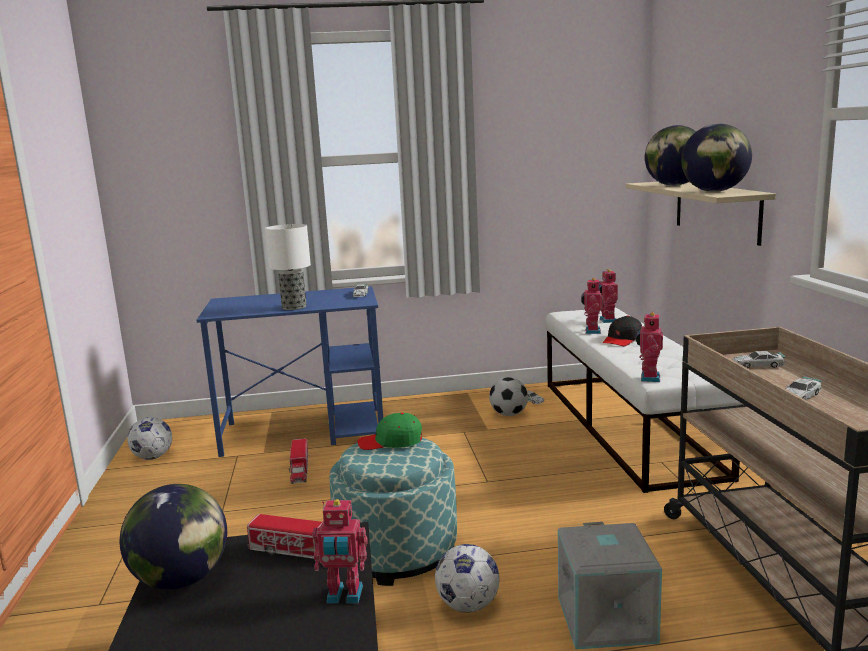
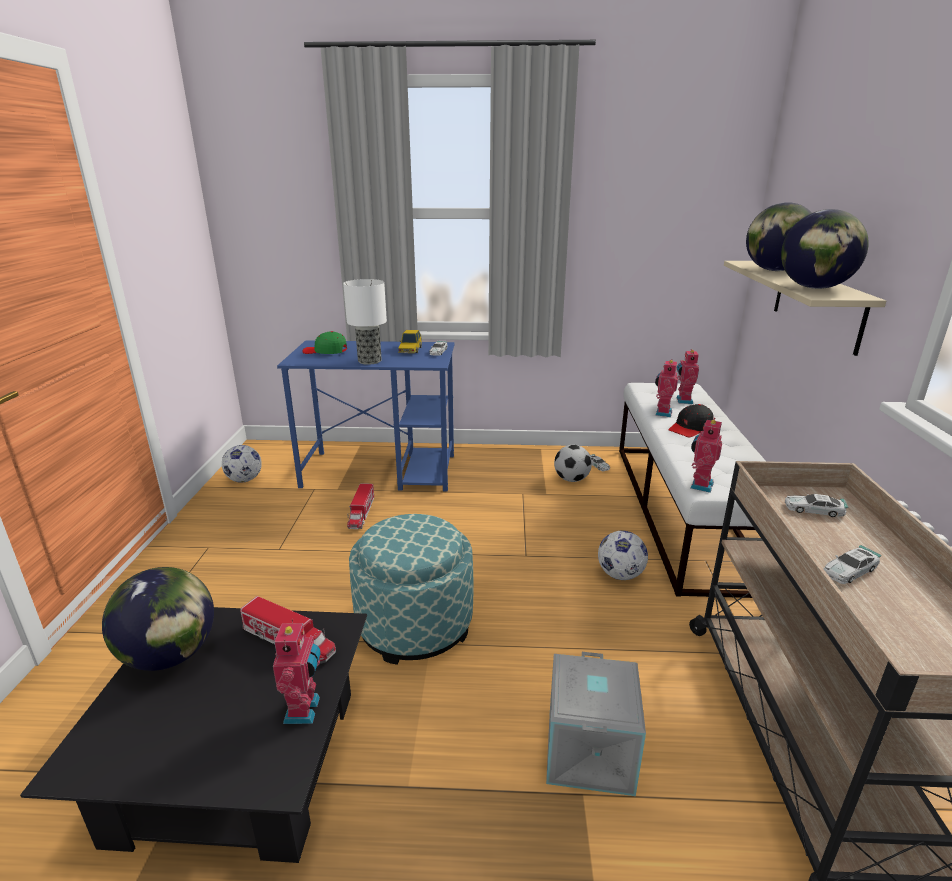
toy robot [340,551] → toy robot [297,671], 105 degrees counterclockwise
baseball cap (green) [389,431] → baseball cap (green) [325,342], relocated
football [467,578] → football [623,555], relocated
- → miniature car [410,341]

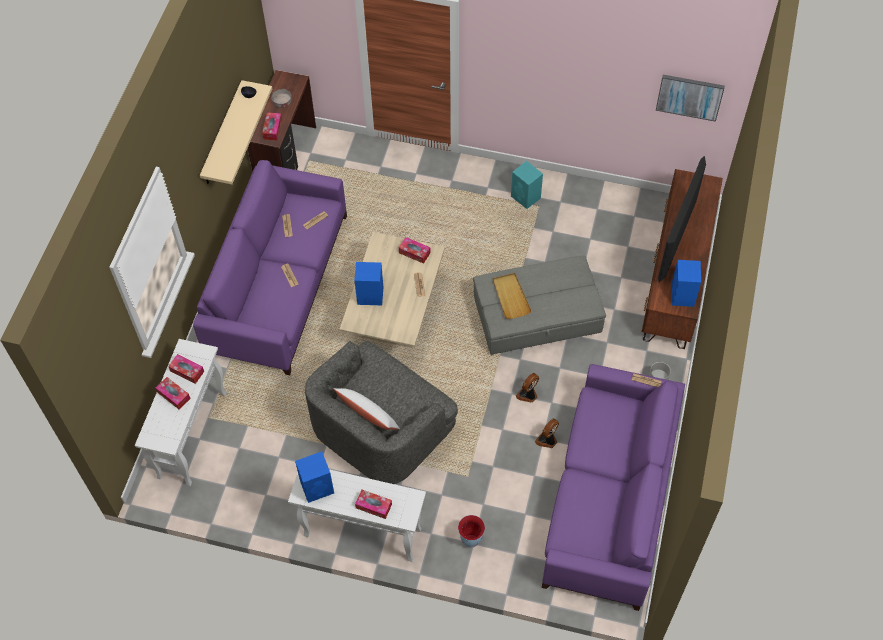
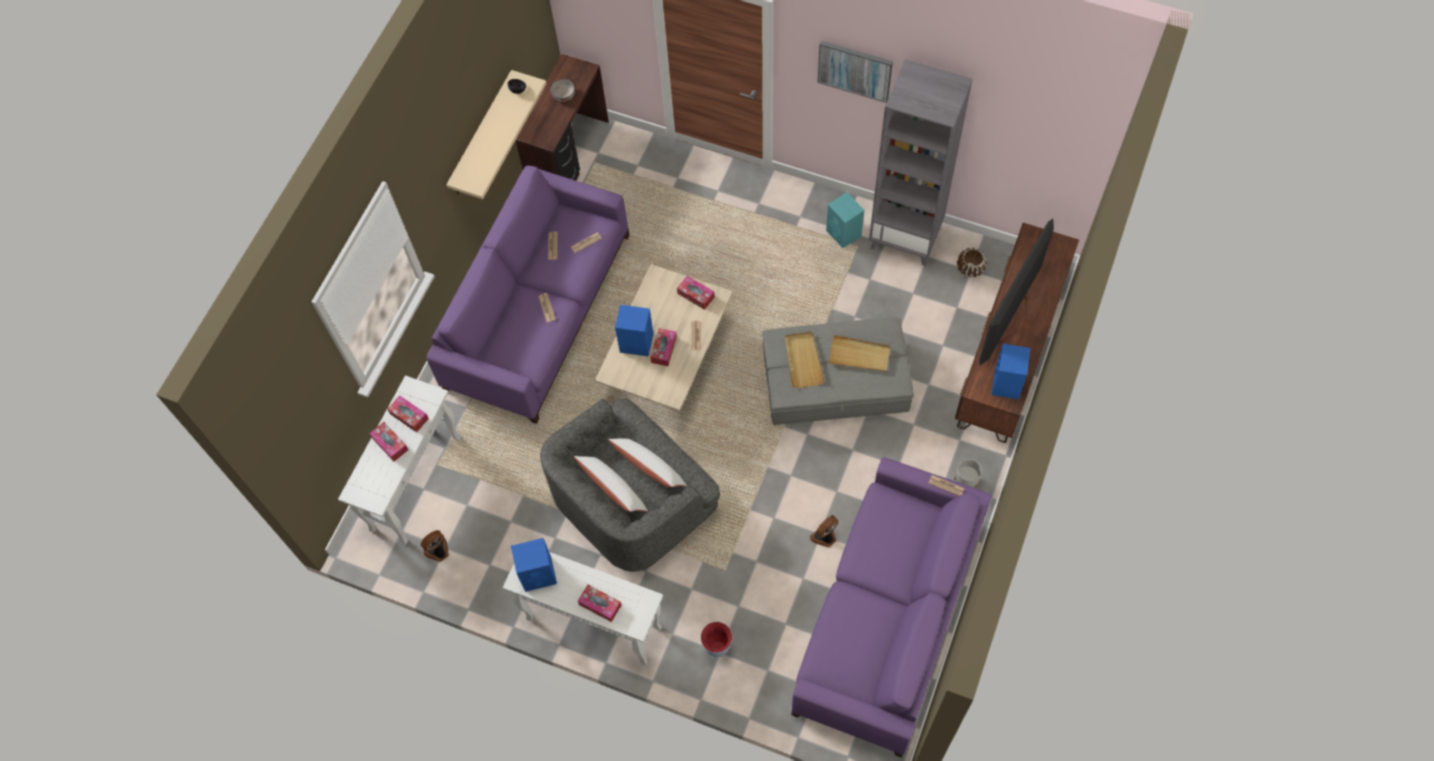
box of tissues [272,126] → box of tissues [663,347], relocated
fan [527,388] → fan [435,546], relocated
picture [690,98] → picture [855,72], relocated
- → pillow (whitish) [647,462]
- → carrying tray (sand-coloured) [859,354]
- → bookcase (greyish) [920,162]
- → plant pot (brown) [972,262]

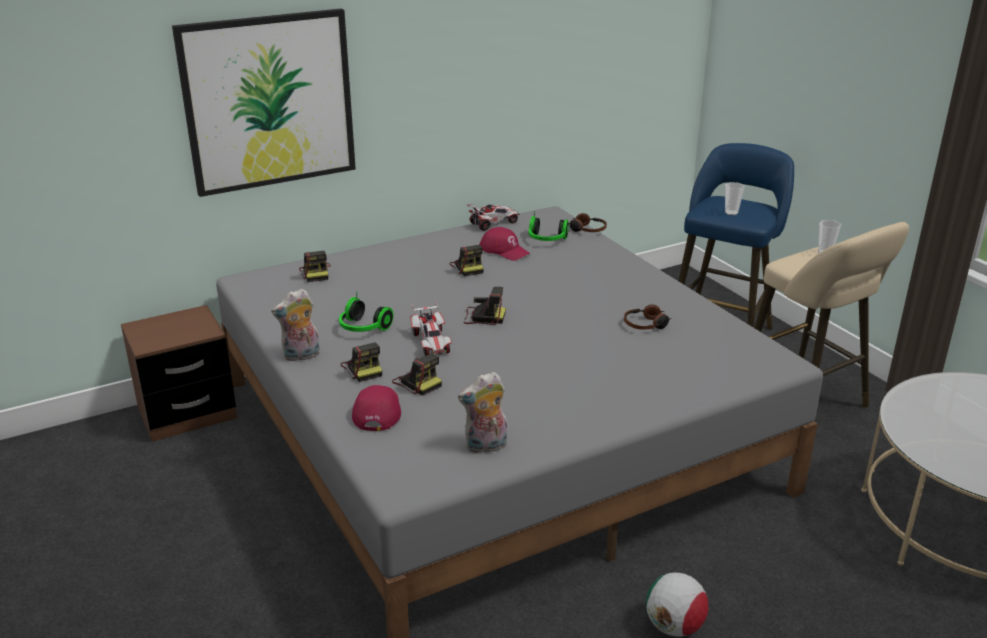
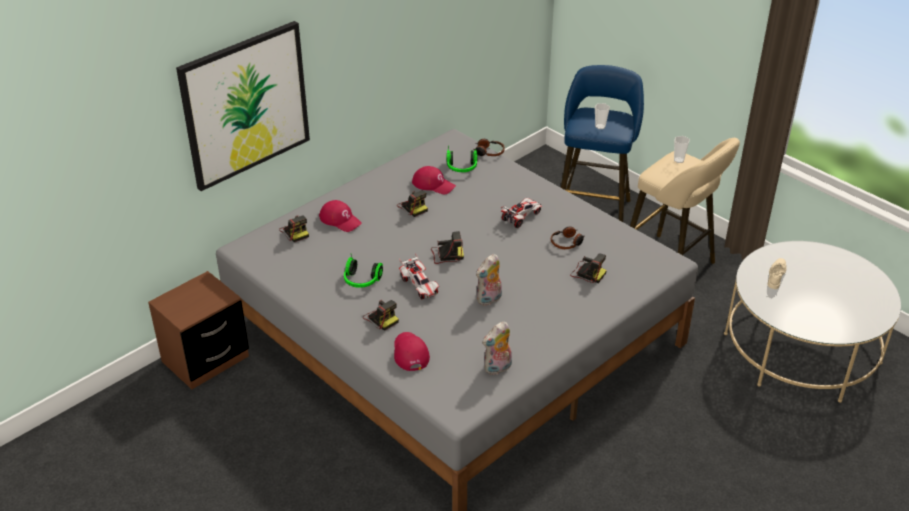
cuddly toy [296,325] → cuddly toy [489,280], relocated
still camera [417,374] → still camera [588,268], relocated
miniature car [493,217] → miniature car [521,213], relocated
football [677,604] → -
- → baseball cap (reddish) [340,216]
- → shoe (sand-coloured) [777,273]

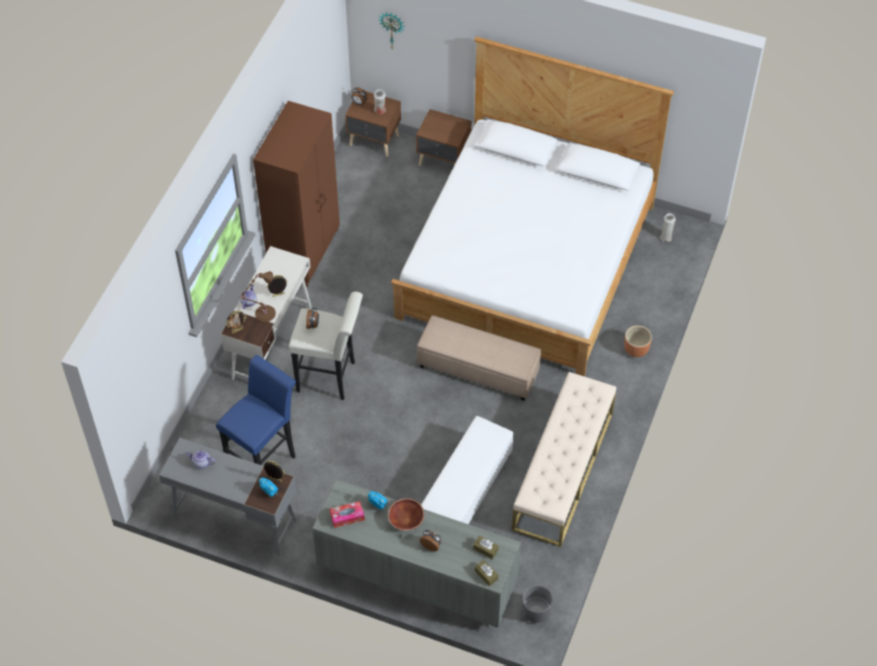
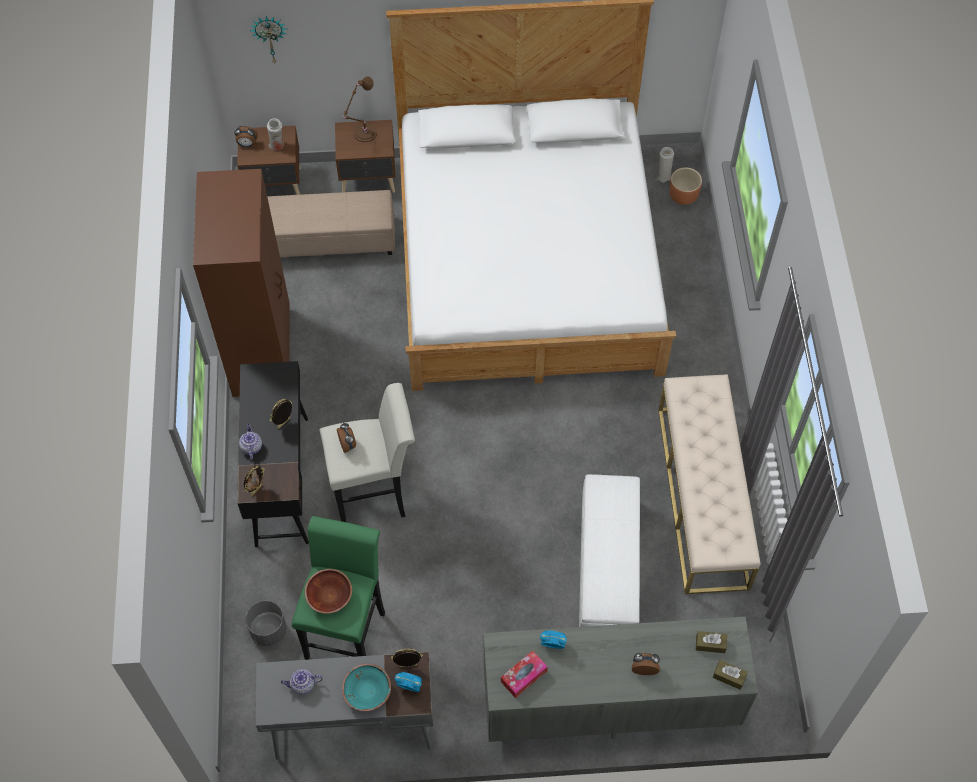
stool seat (blue) [256,410] → stool seat (green) [338,588]
desk table (whitish) [266,313] → desk table (black) [273,454]
table lamp (brown) [258,296] → table lamp (brown) [360,109], relocated
bowl (brown) [406,514] → bowl (brown) [328,591], relocated
pouffe (sand-coloured) [479,358] → pouffe (sand-coloured) [331,223], relocated
plant pot (greyish) [537,604] → plant pot (greyish) [266,623], relocated
plant pot (brown) [638,341] → plant pot (brown) [685,186], relocated
- → bowl (turquoise) [366,687]

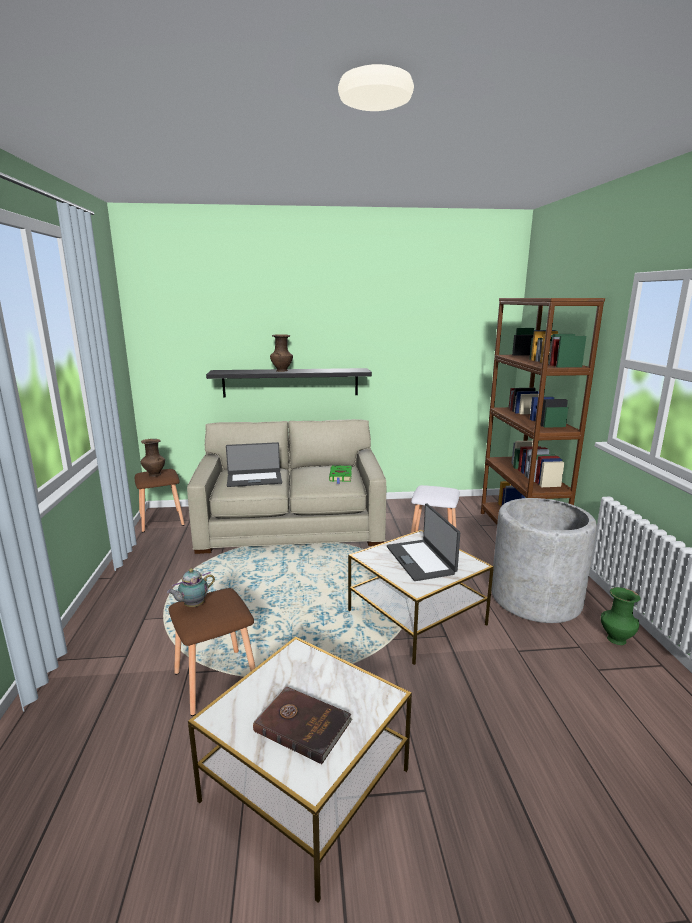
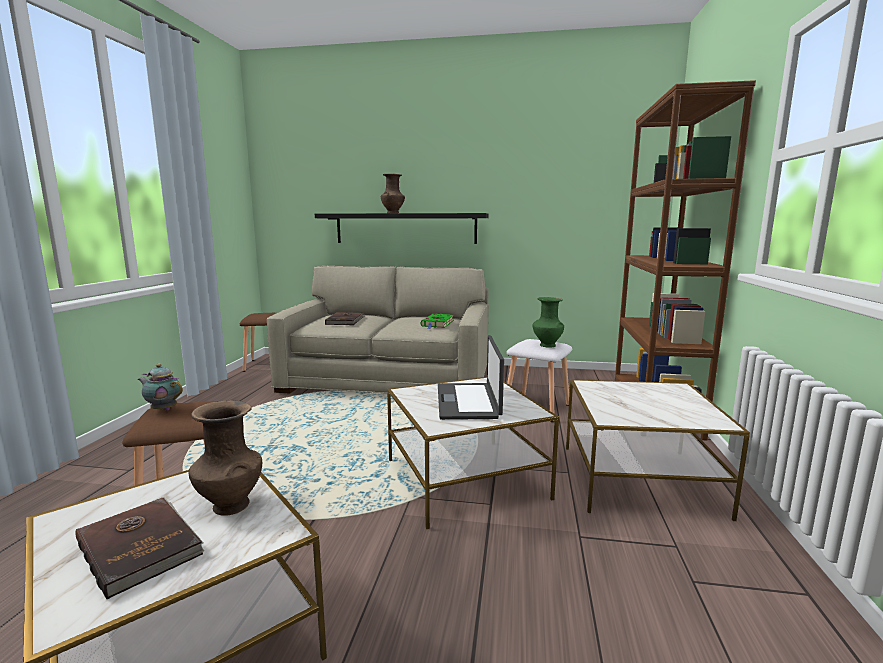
vase (brown) [152,458] → vase (brown) [225,458], relocated
teapot [191,587] → teapot [160,387], 45 degrees clockwise
notebook computer [254,464] → volume (brown) [345,318]
plant pot (greyish) [544,560] → end table [658,450]
vase (green) [620,616] → vase (green) [548,322], relocated

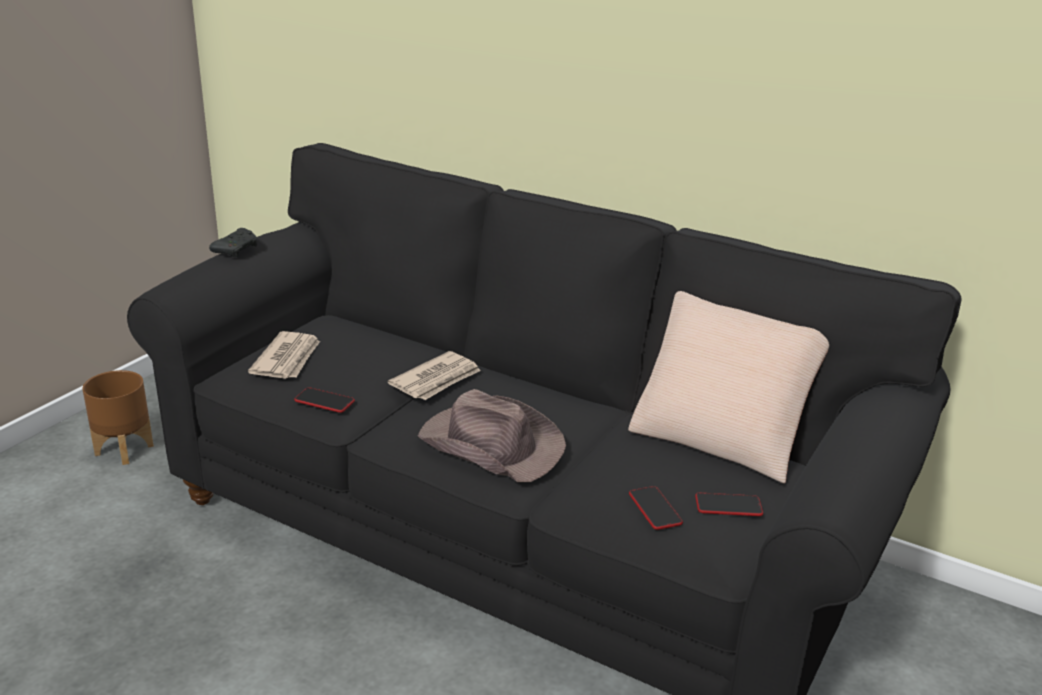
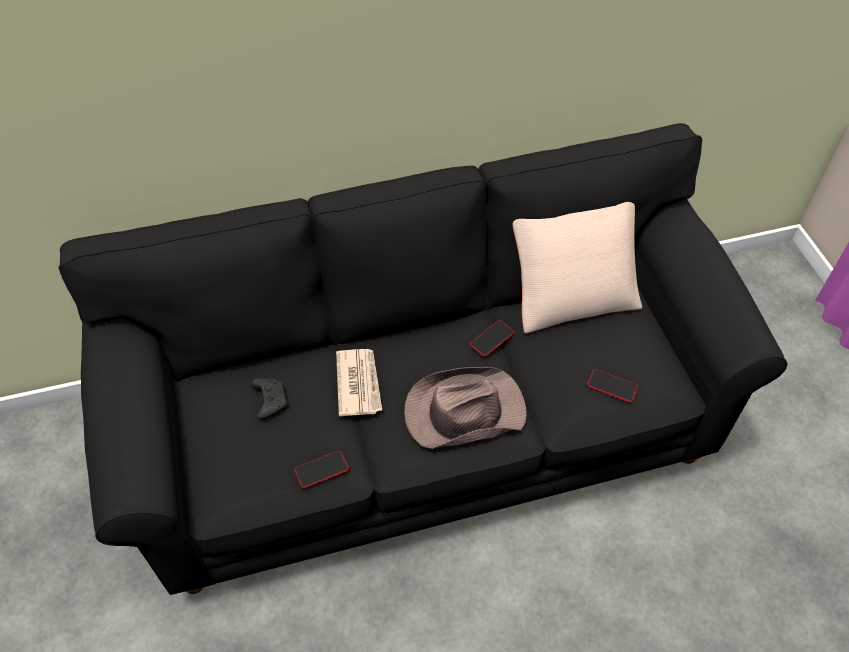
plant pot (brown) [118,417] → -
gamepad (black) [233,242] → gamepad (black) [269,399], relocated
printed paper [284,355] → -
handset [729,504] → handset [492,338], relocated

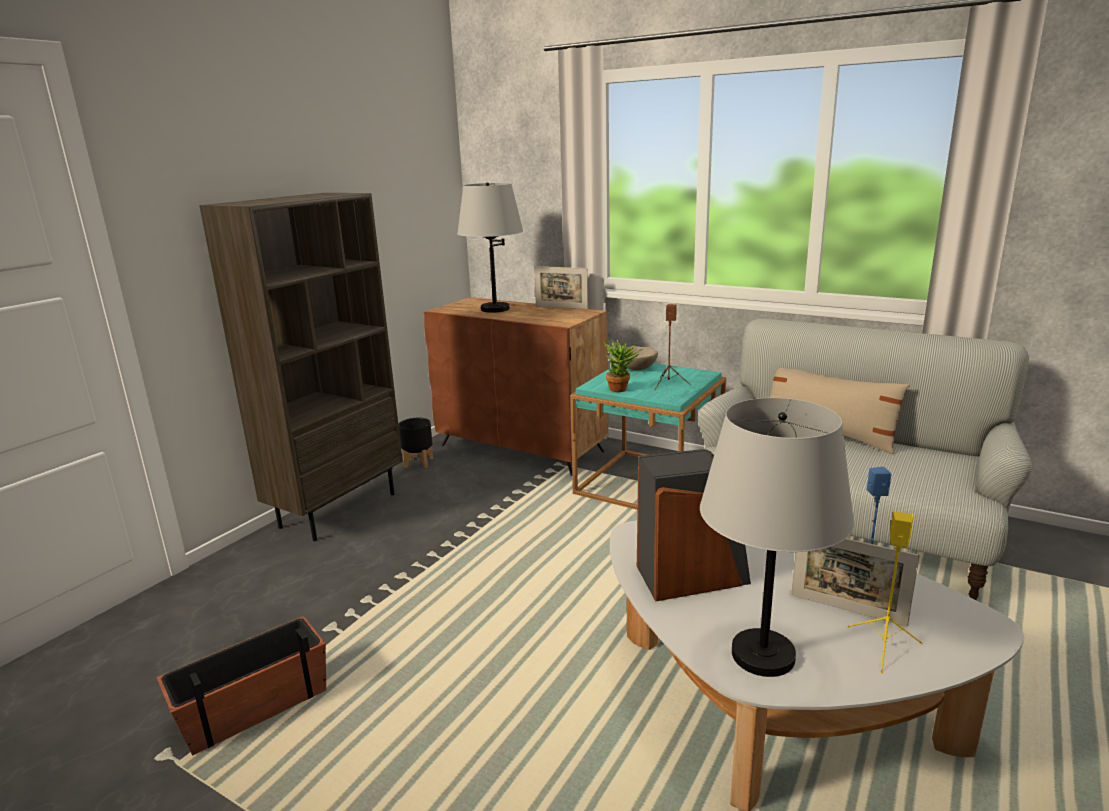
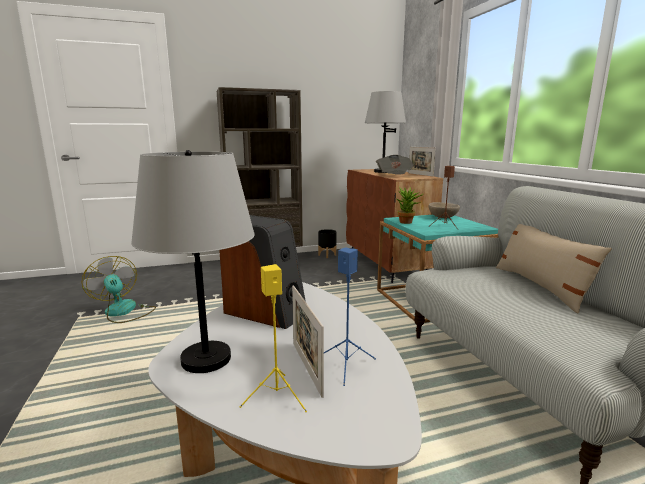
plant pot [241,686] → fan [119,289]
- → printed paper [395,165]

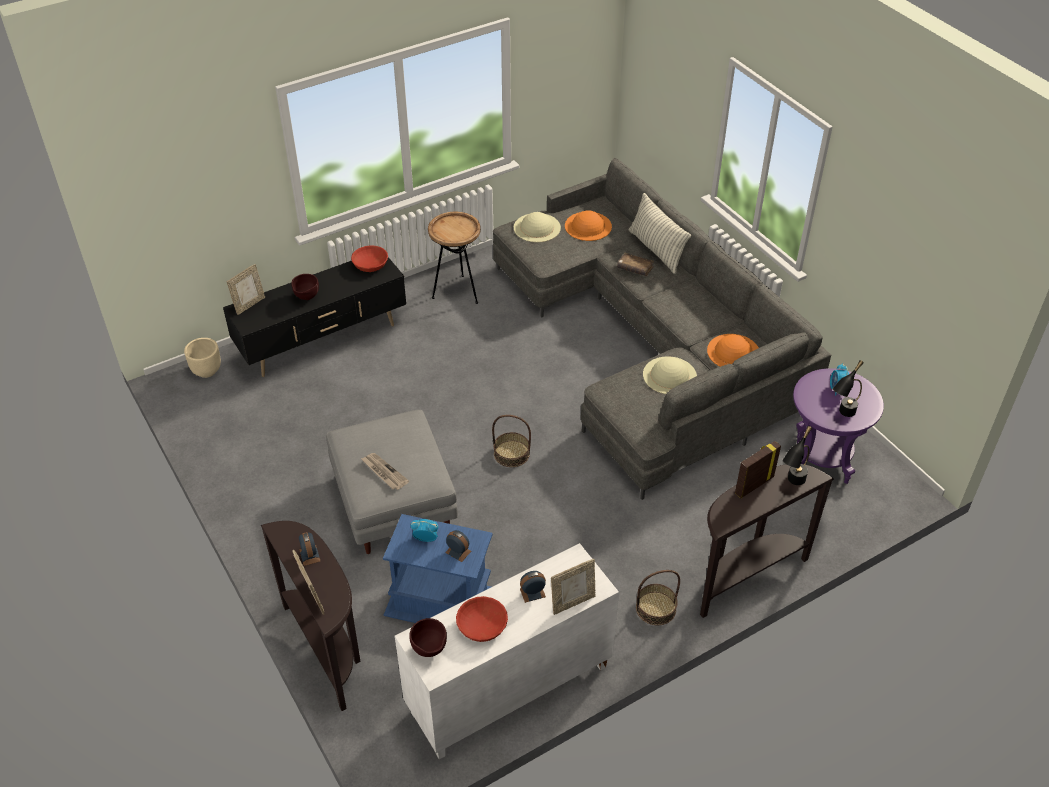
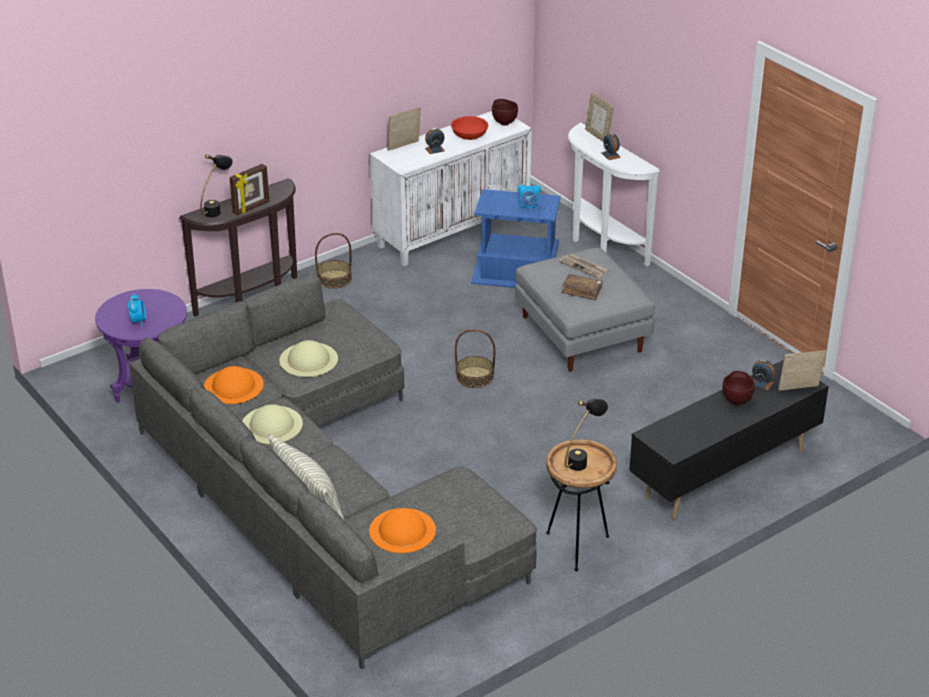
plant pot (sand-coloured) [202,358] → -
standing frame [246,289] → standing frame [802,370], 45 degrees clockwise
hall table (brown) [311,616] → hall table (whitish) [614,194]
bowl (reddish) [369,258] → -
table clock [458,546] → table clock [763,375], relocated
clothing hat (sand-coloured) [537,227] → clothing hat (sand-coloured) [272,424], relocated
volume (brown) [635,264] → volume (brown) [582,287], relocated
table lamp (black) [848,388] → table lamp (black) [586,435], relocated

